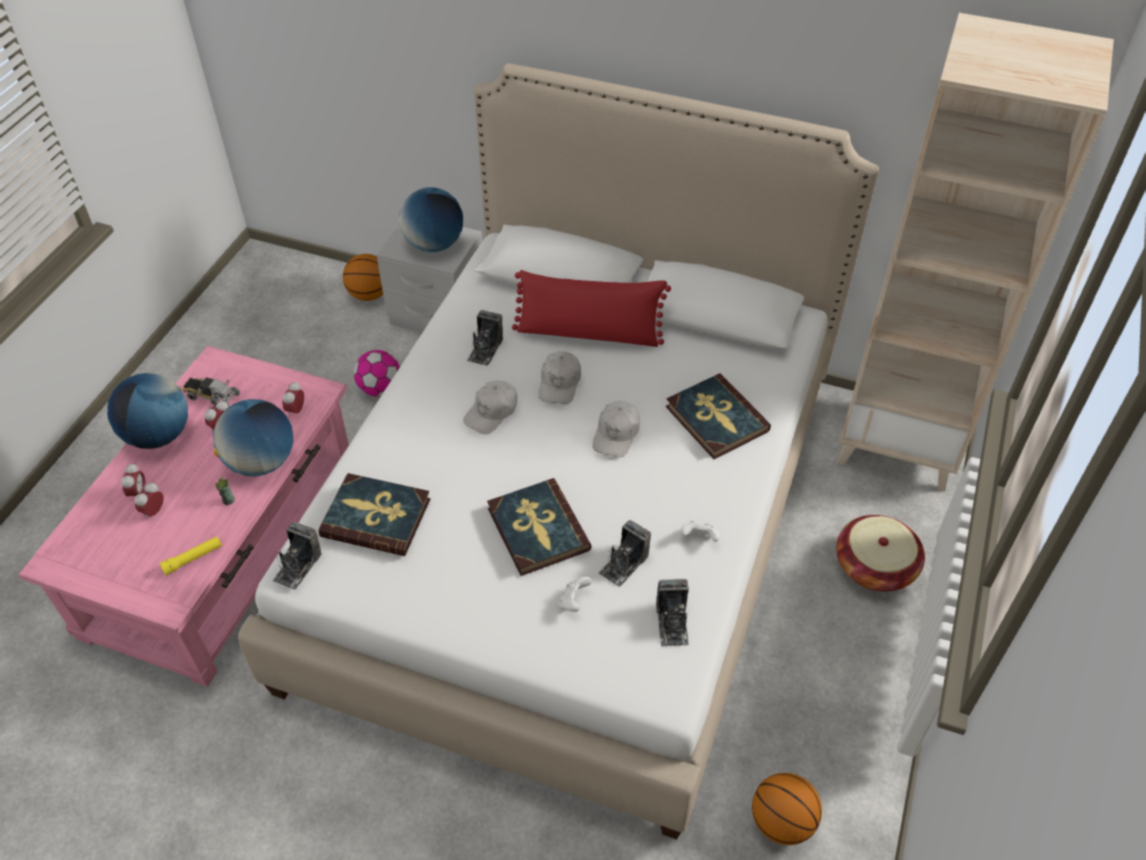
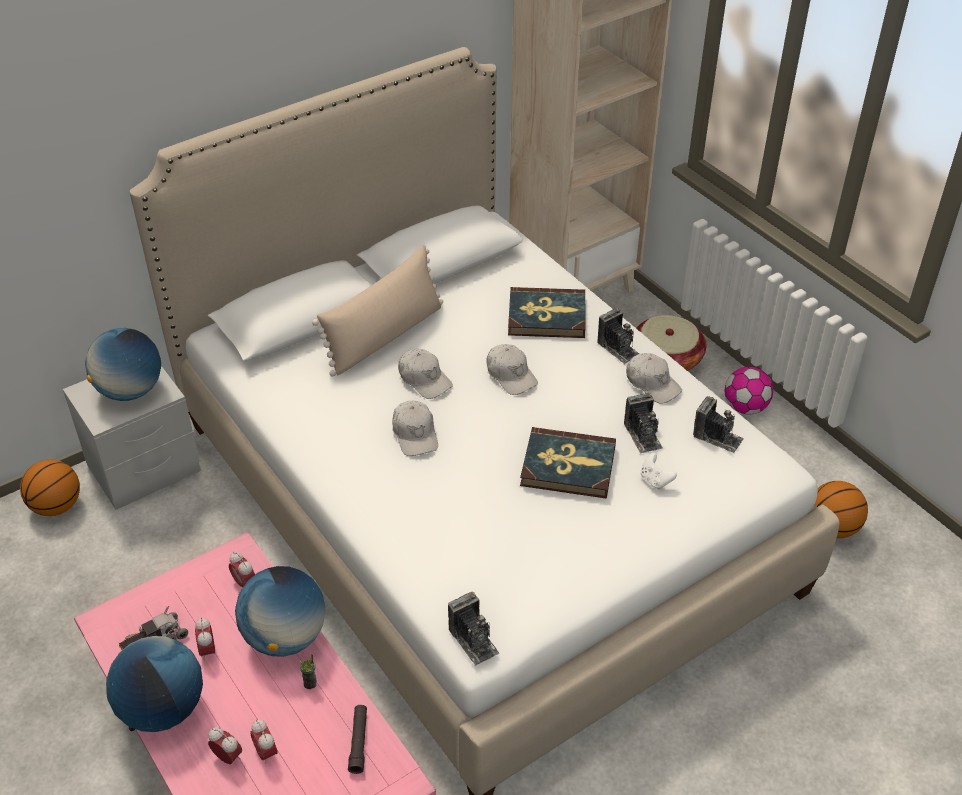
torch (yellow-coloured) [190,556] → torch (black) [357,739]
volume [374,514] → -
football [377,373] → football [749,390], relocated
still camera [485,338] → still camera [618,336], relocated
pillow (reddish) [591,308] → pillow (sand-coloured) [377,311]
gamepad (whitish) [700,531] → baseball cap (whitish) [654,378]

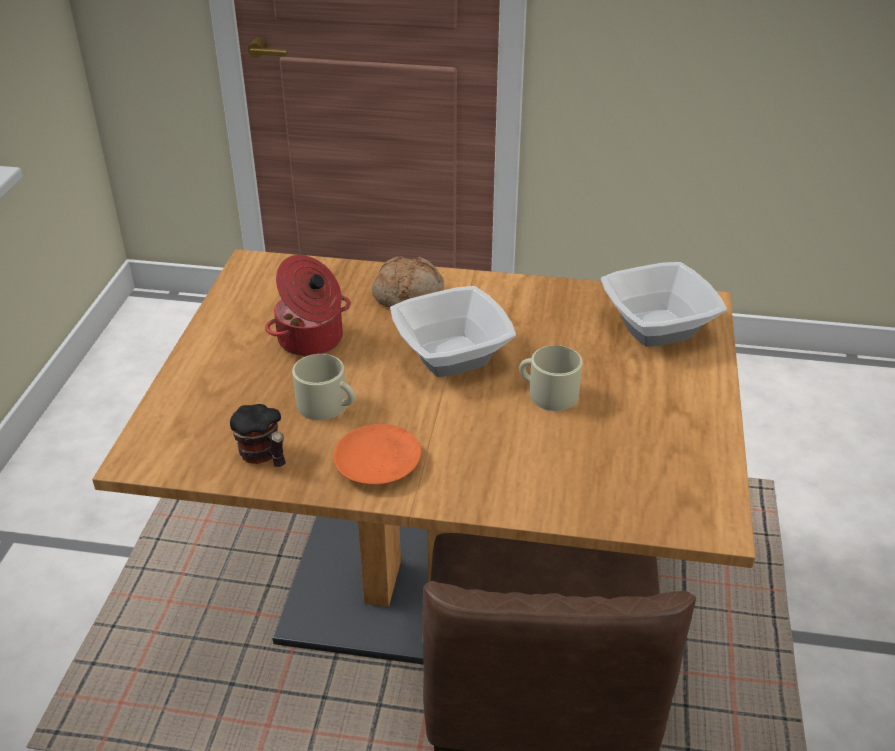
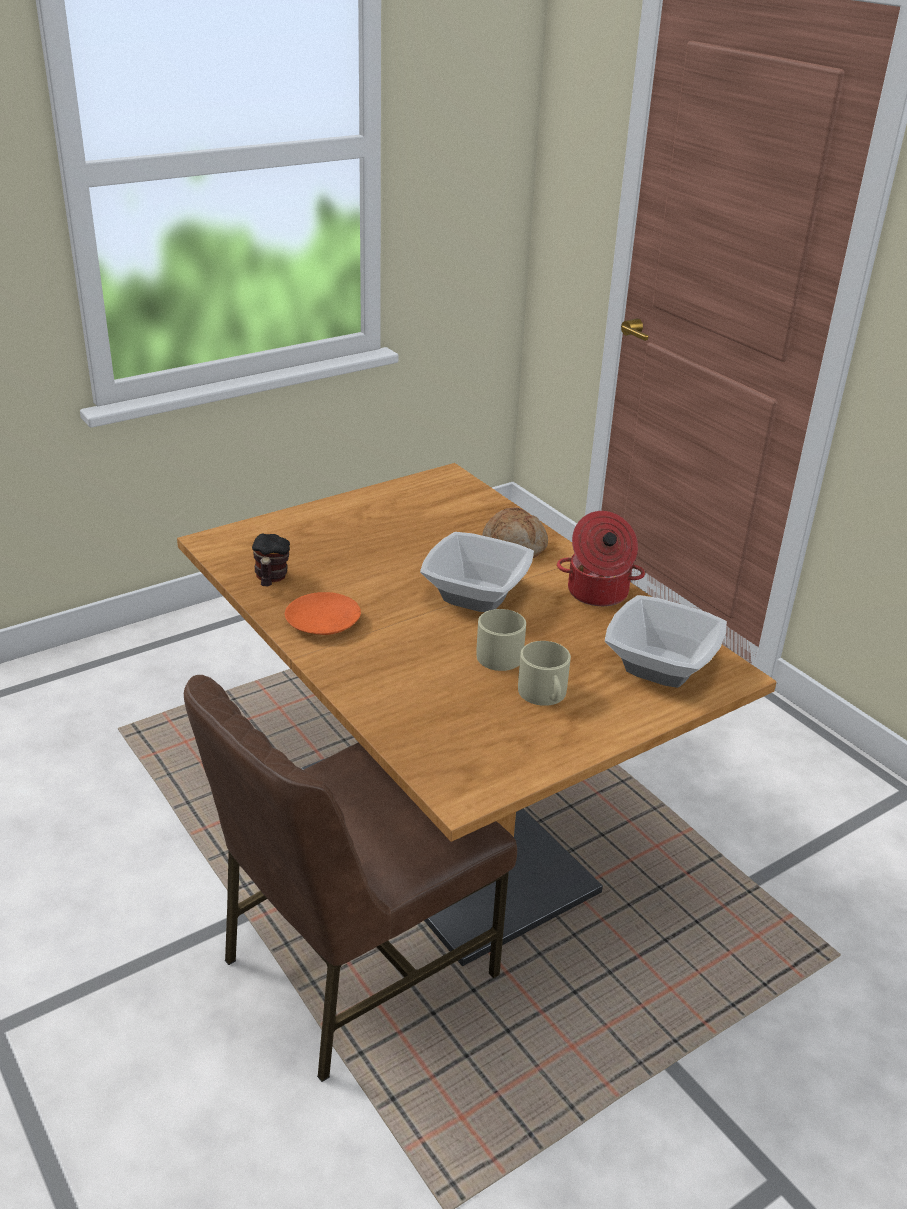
cooking pot [308,305] → cooking pot [601,558], relocated
tea mug (sand-coloured) [323,387] → tea mug (sand-coloured) [544,673], relocated

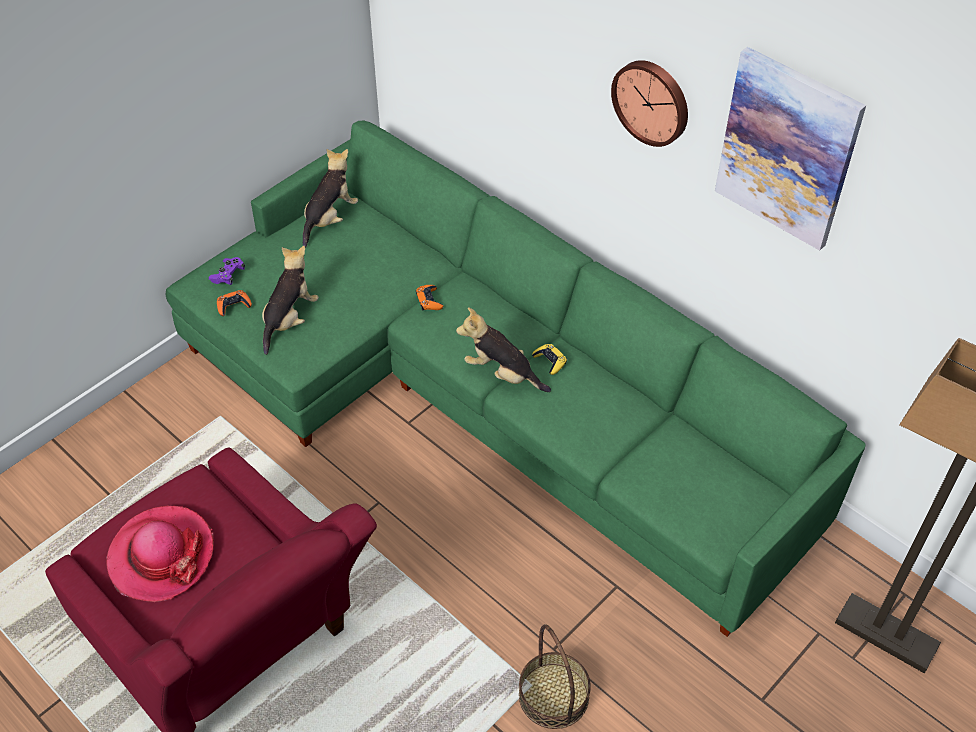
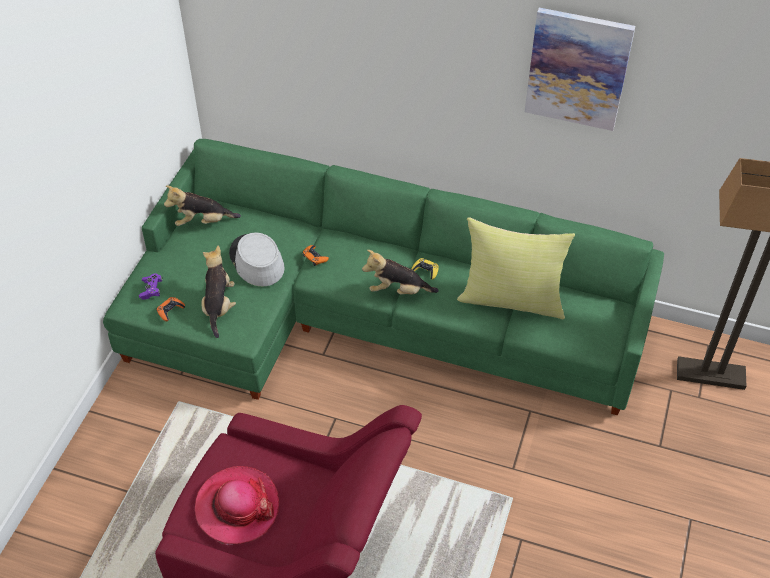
cuddly toy [330,198] → cuddly toy [202,205], 105 degrees counterclockwise
storage basket [555,676] → -
hanging clock [649,103] → -
- → clothing hat (greyish) [256,259]
- → pillow (yellow-coloured) [516,268]

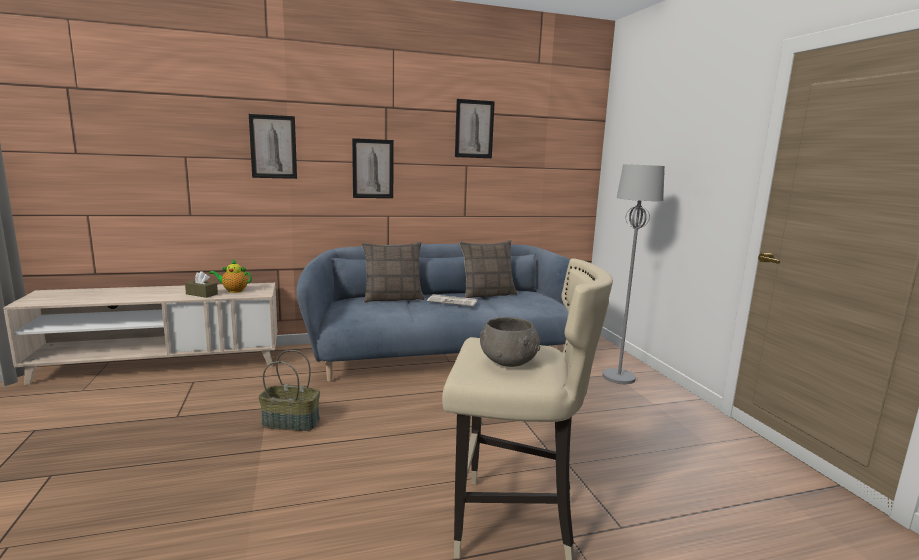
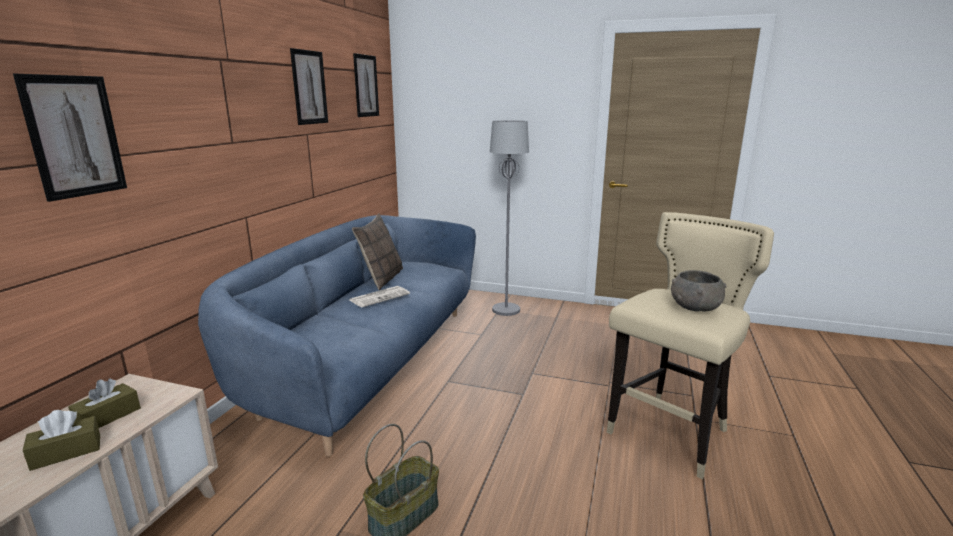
teapot [230,276] → box of tissues (brown) [104,403]
picture [373,168] → picture [366,85], relocated
pillow [393,272] → -

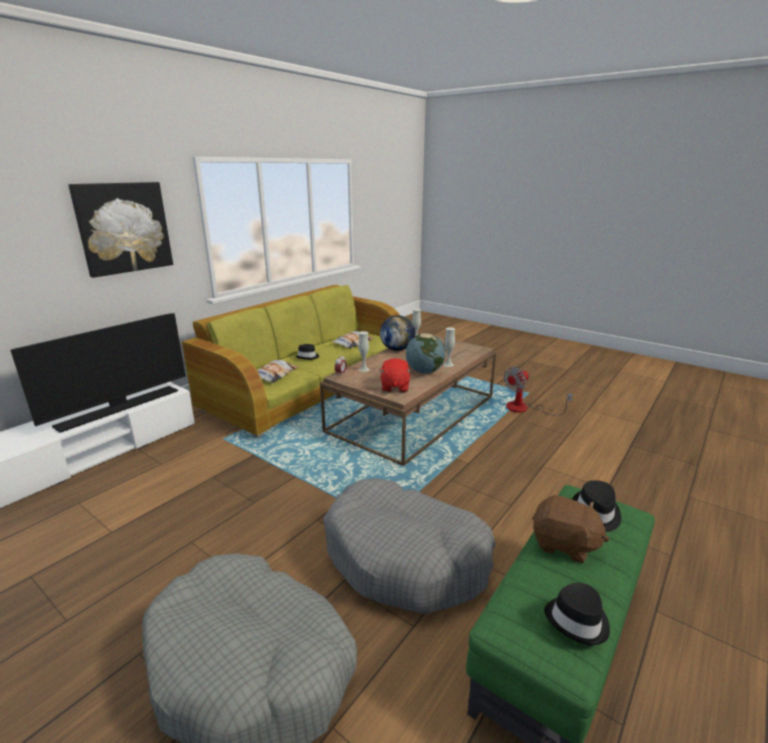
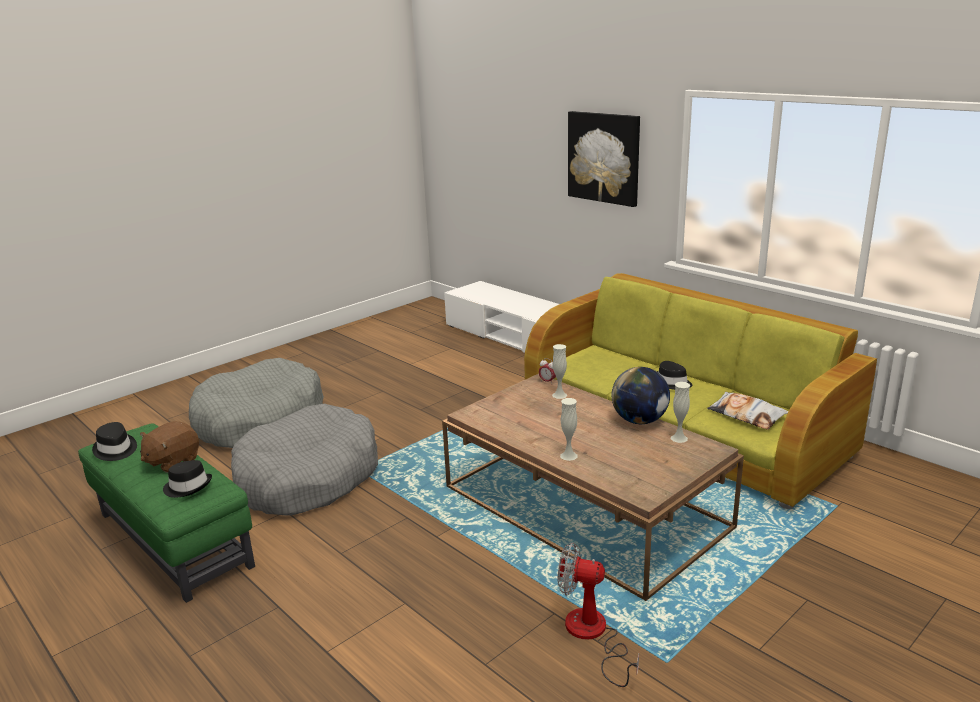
TV set [98,373] → -
pillow [277,371] → -
cuddly toy (reddish) [395,375] → -
globe [426,353] → -
fan [538,390] → fan [598,615], 45 degrees counterclockwise

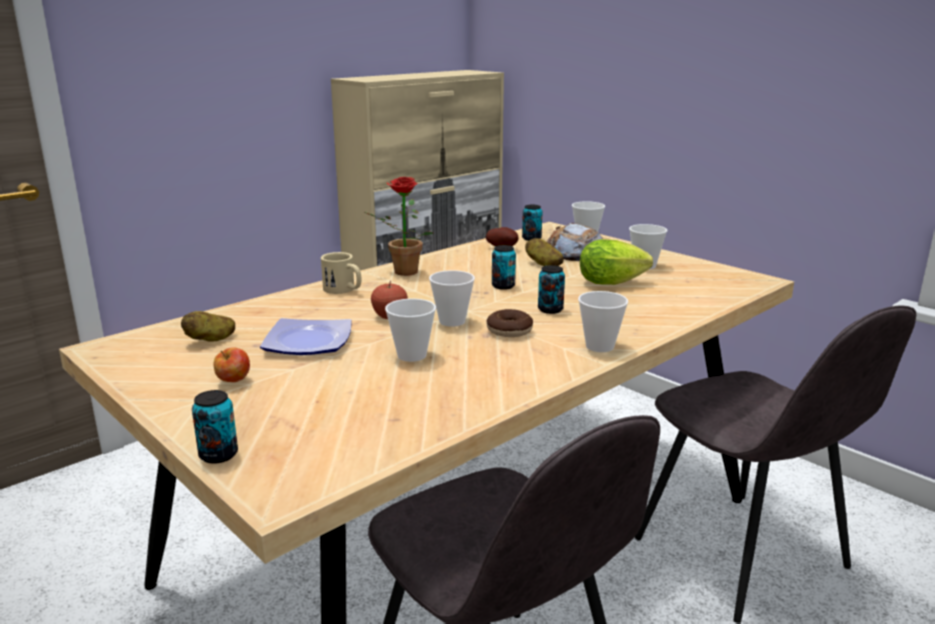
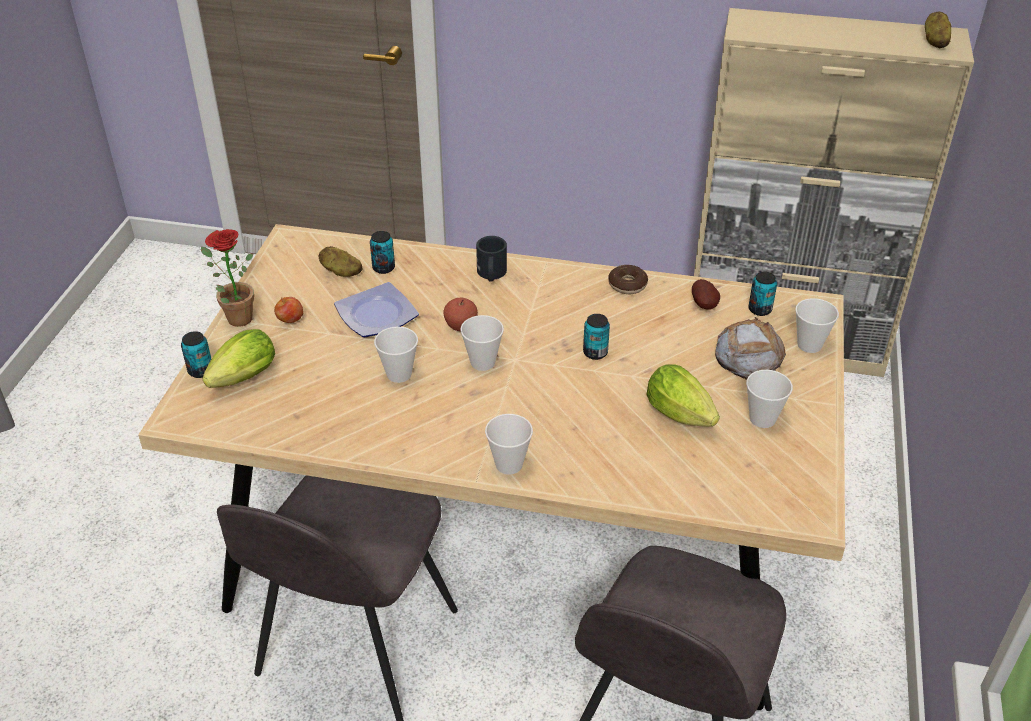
tea mug (sand-coloured) [341,273] → tea mug (black) [491,259]
houseplant [399,226] → houseplant [227,278], relocated
donut [509,323] → donut [628,279], relocated
whole potato [544,252] → whole potato [938,30], relocated
can [551,289] → can [382,252], relocated
- → head of lettuce [238,358]

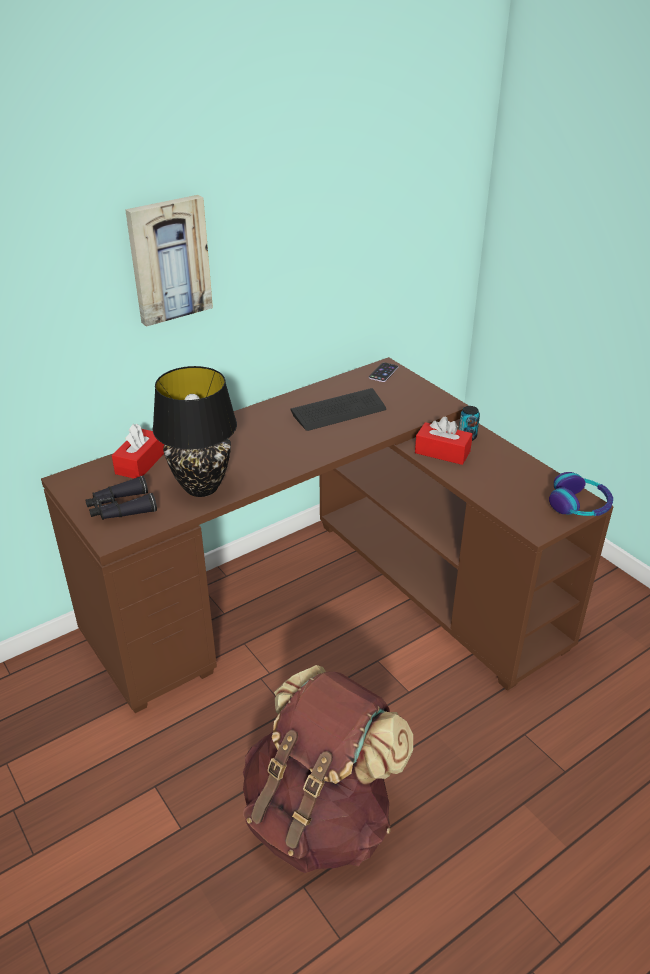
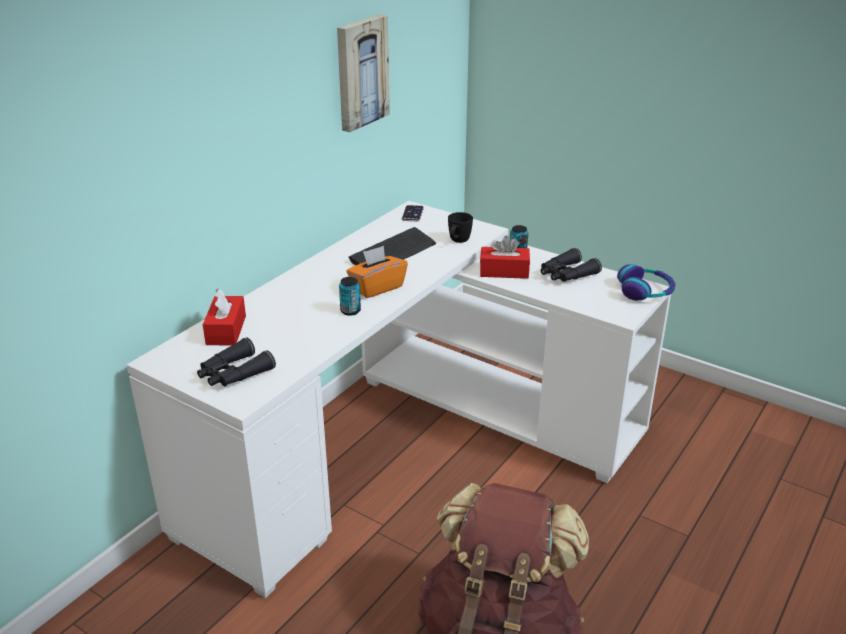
desk table (brown) [327,535] → desk table (whitish) [399,399]
picture [169,261] → picture [363,73], relocated
table lamp (black) [194,431] → -
- → can [350,296]
- → box of tissues (orange-coloured) [377,272]
- → tea mug (black) [460,227]
- → field glasses (black) [571,265]

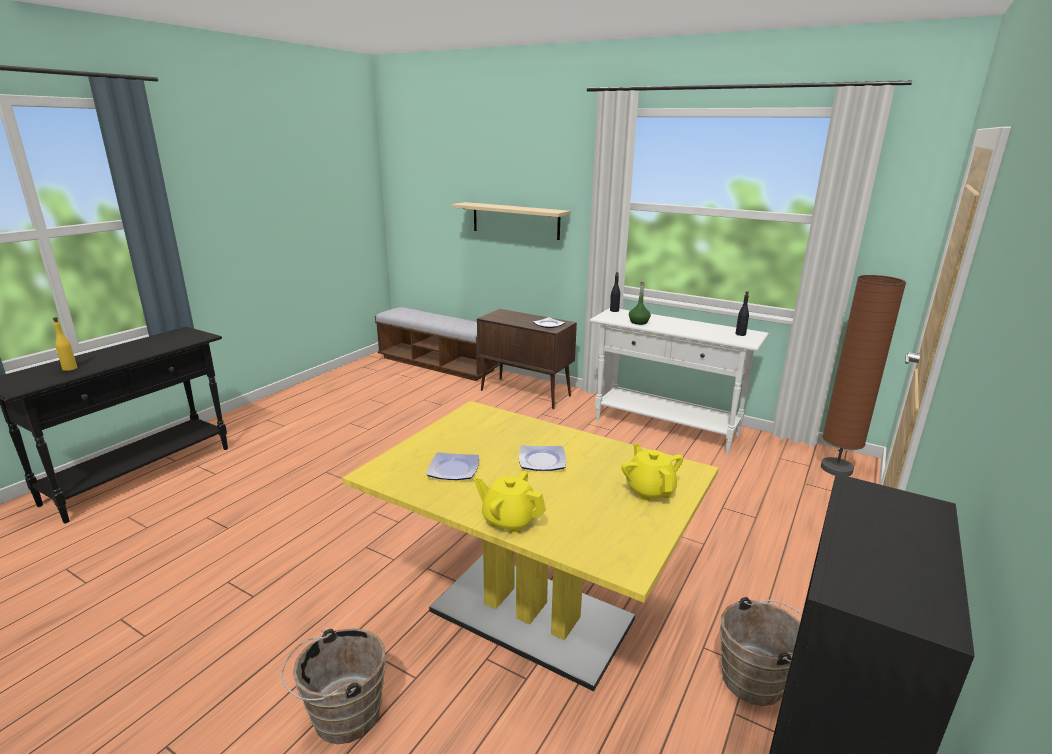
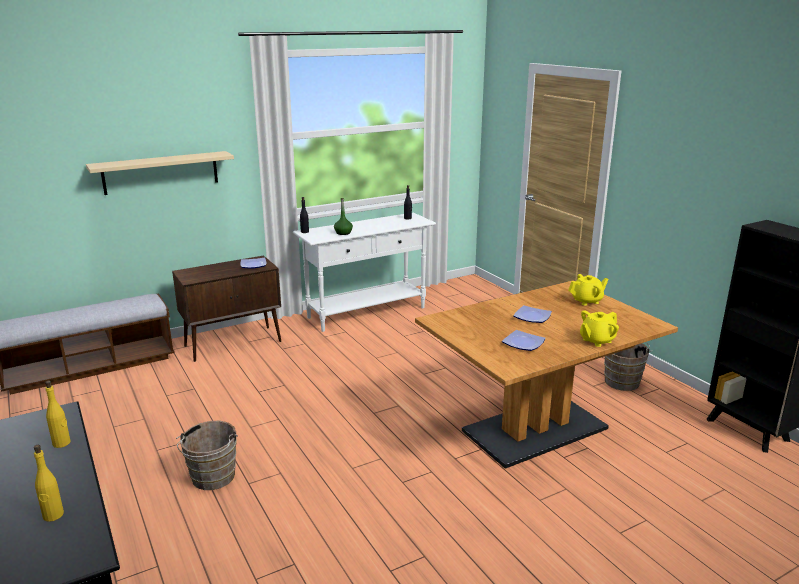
bucket (brown) [333,686] → bucket (brown) [207,455], relocated
dinner table (yellow-coloured) [530,546] → dinner table (brown) [546,374]
teapot (yellow-coloured) [652,472] → teapot (yellow-coloured) [588,289], 150 degrees clockwise
floor lamp (brown) [863,375] → -
- → beverage bottle (yellow-coloured) [58,414]

